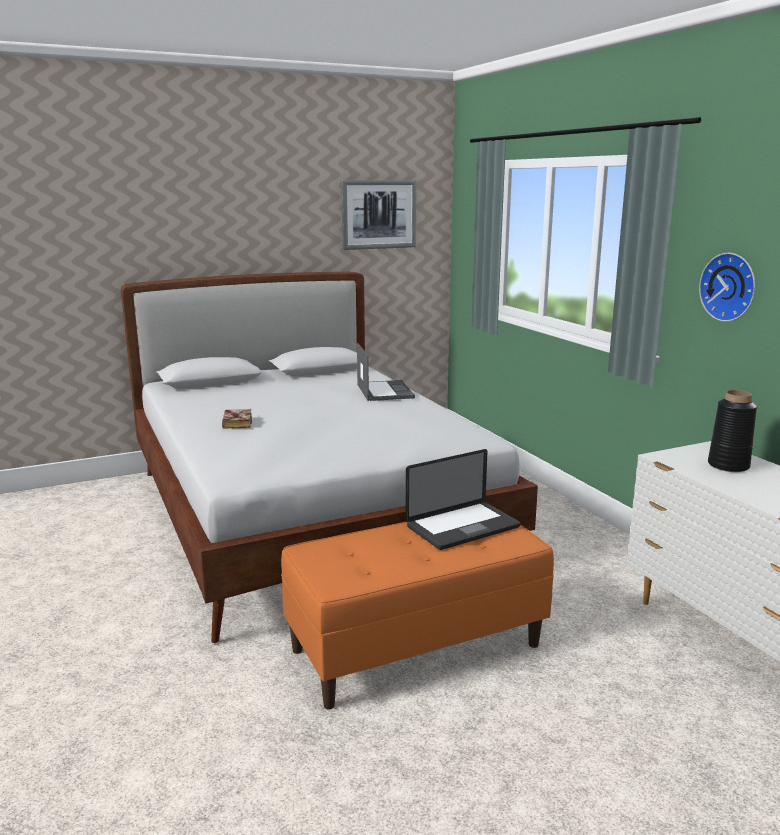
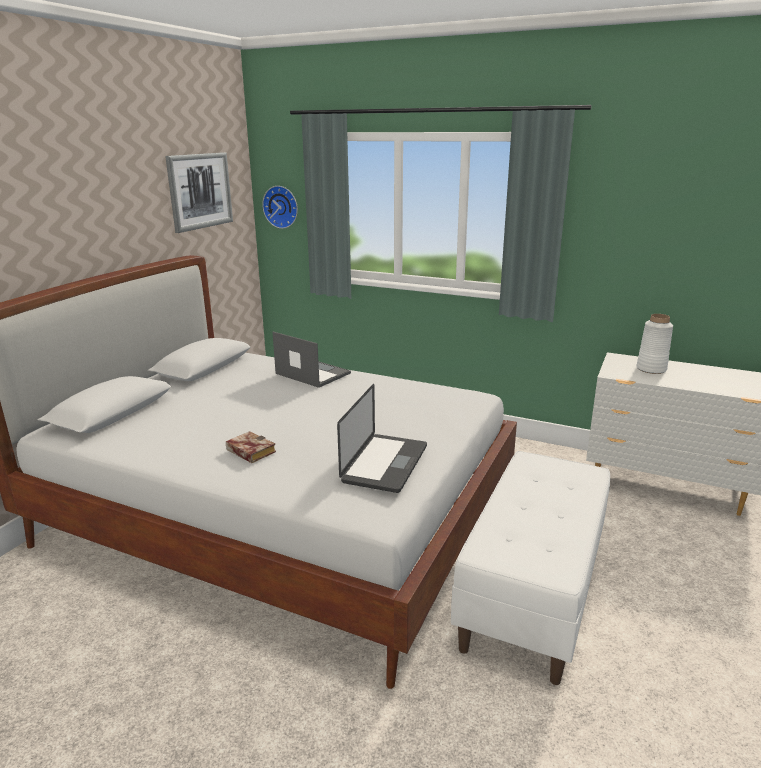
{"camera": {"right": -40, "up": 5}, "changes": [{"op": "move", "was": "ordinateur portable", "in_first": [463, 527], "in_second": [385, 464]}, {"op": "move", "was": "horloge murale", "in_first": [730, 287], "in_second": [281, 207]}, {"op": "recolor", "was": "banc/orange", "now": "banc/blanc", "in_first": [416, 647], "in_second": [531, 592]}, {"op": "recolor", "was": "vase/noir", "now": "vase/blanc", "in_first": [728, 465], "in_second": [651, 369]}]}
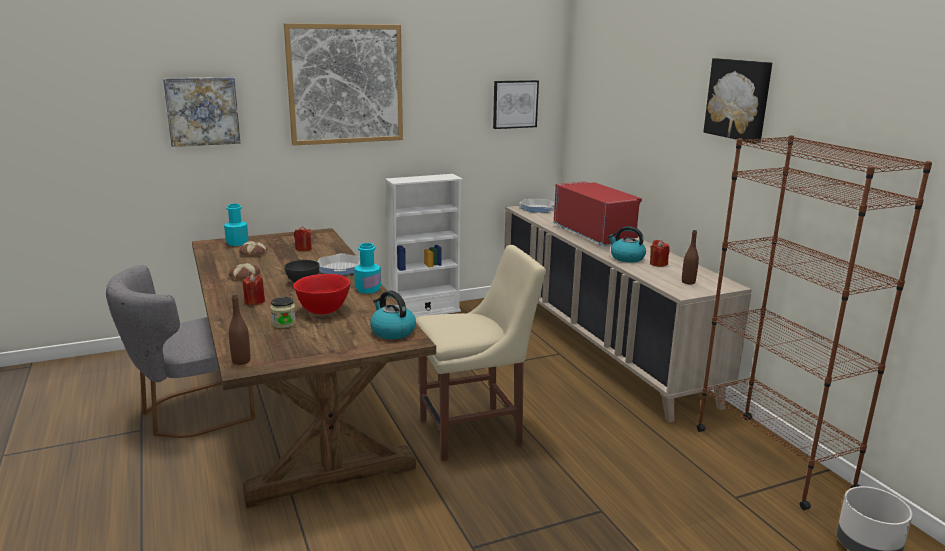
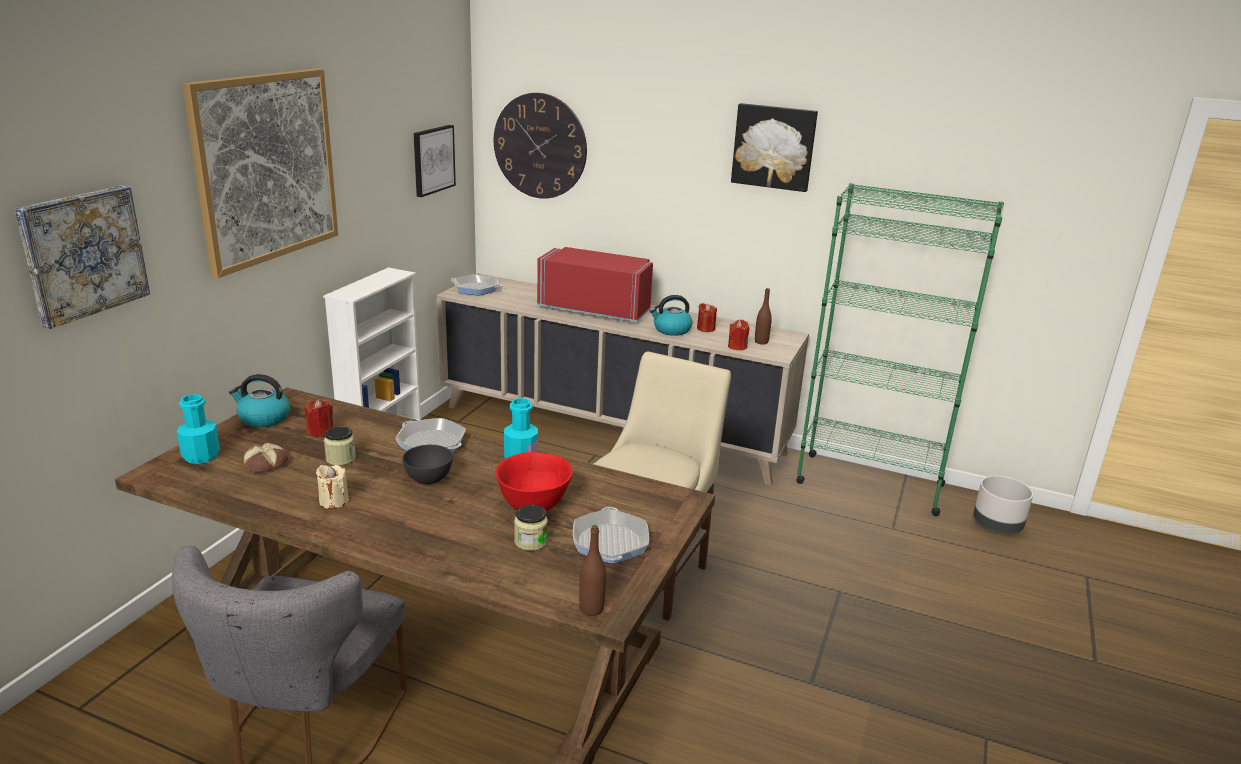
{"camera": {"right": -45, "up": 5}, "changes": [{"op": "insert", "now": "bocal", "in_second": [340, 459]}, {"op": "insert", "now": "horloge murale", "in_second": [540, 146]}, {"op": "insert", "now": "poêle", "in_second": [610, 542]}, {"op": "move", "was": "bougie/rouge", "in_first": [254, 301], "in_second": [737, 347]}, {"op": "move", "was": "bouilloire", "in_first": [392, 331], "in_second": [263, 418]}, {"op": "replace", "was": "pain", "now": "bougie/beige", "in_first": [244, 276], "in_second": [334, 501]}, {"op": "recolor", "was": "bibliothèque/marron", "now": "bibliothèque/vert", "in_first": [772, 458], "in_second": [868, 483]}]}
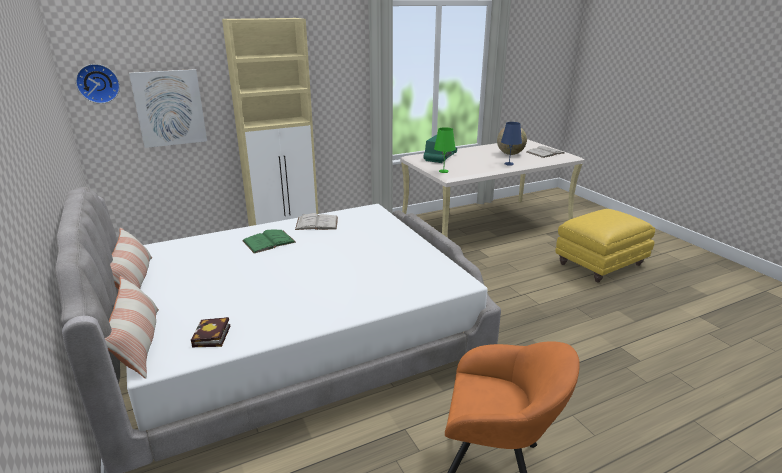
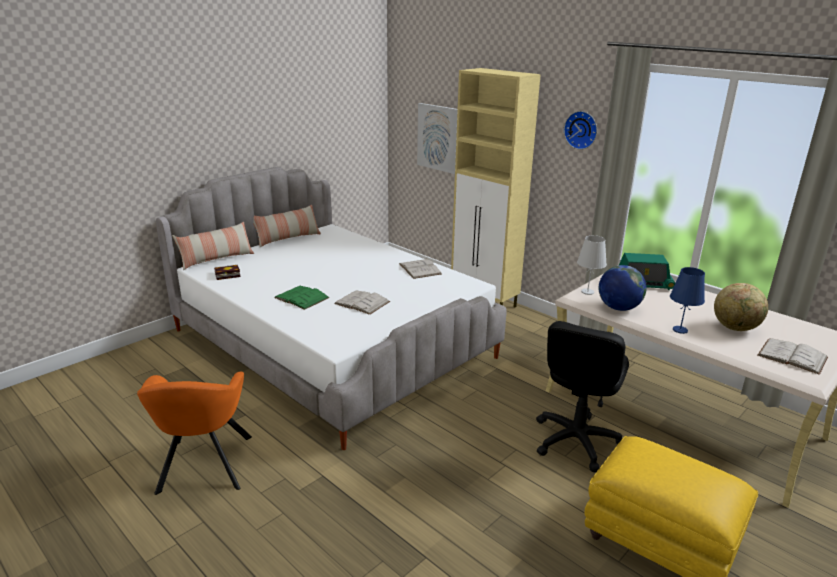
{"camera": {"right": 70, "up": 0}, "changes": [{"op": "insert", "now": "livre/blanc", "in_second": [362, 302]}, {"op": "insert", "now": "chaise de bureau/noir", "in_second": [576, 441]}, {"op": "insert", "now": "globe", "in_second": [618, 308]}, {"op": "move", "was": "horloge murale", "in_first": [98, 83], "in_second": [581, 130]}, {"op": "move", "was": "livre/vert", "in_first": [269, 241], "in_second": [301, 297]}, {"op": "recolor", "was": "lampe de table/vert", "now": "lampe de table/blanc", "in_first": [443, 171], "in_second": [587, 292]}]}
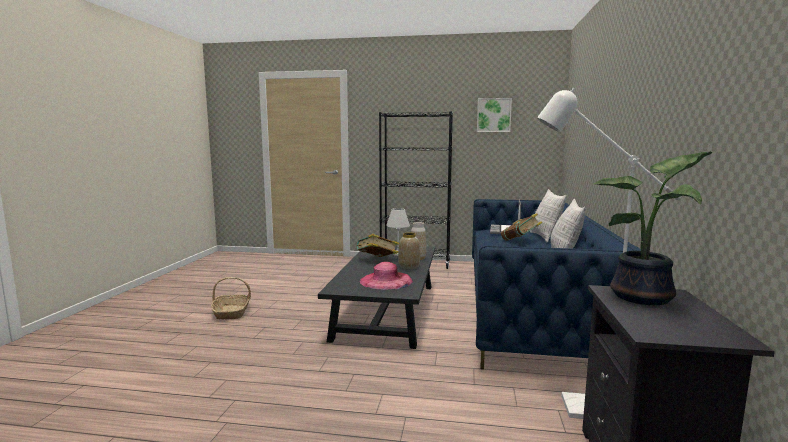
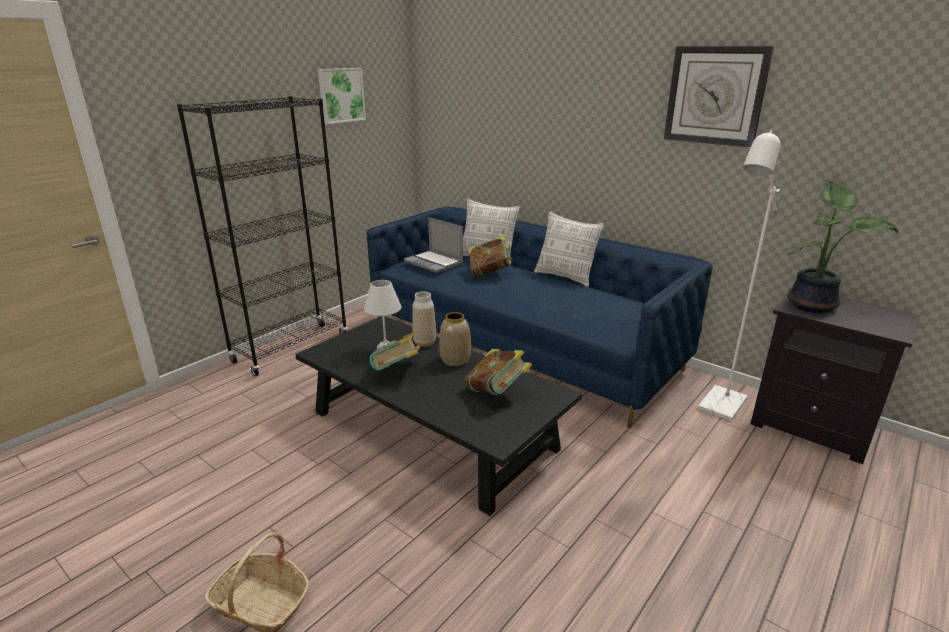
{"camera": {"right": -60, "up": 15}, "changes": [{"op": "insert", "now": "horloge murale", "in_second": [715, 96]}, {"op": "replace", "was": "chapeau/rose", "now": "livre", "in_first": [386, 281], "in_second": [497, 392]}]}
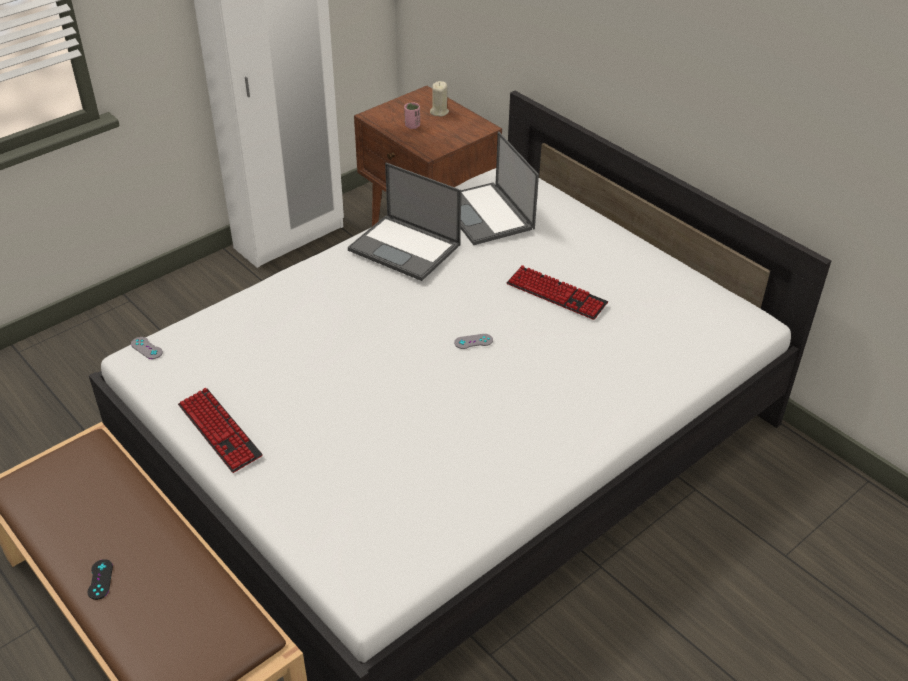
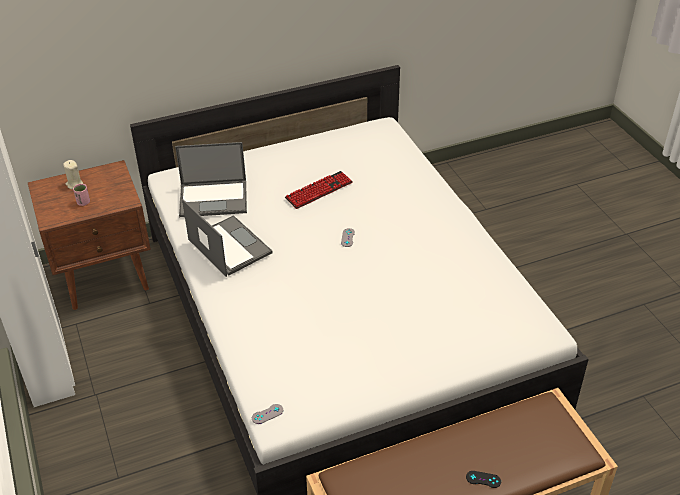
{"camera": {"right": -70, "up": 0}, "changes": [{"op": "delete", "was": "clavier", "in_first": [219, 431]}, {"op": "rotate", "was": "ordinateur portable", "in_first": [406, 248], "in_second": [228, 246], "clockwise": -90}]}
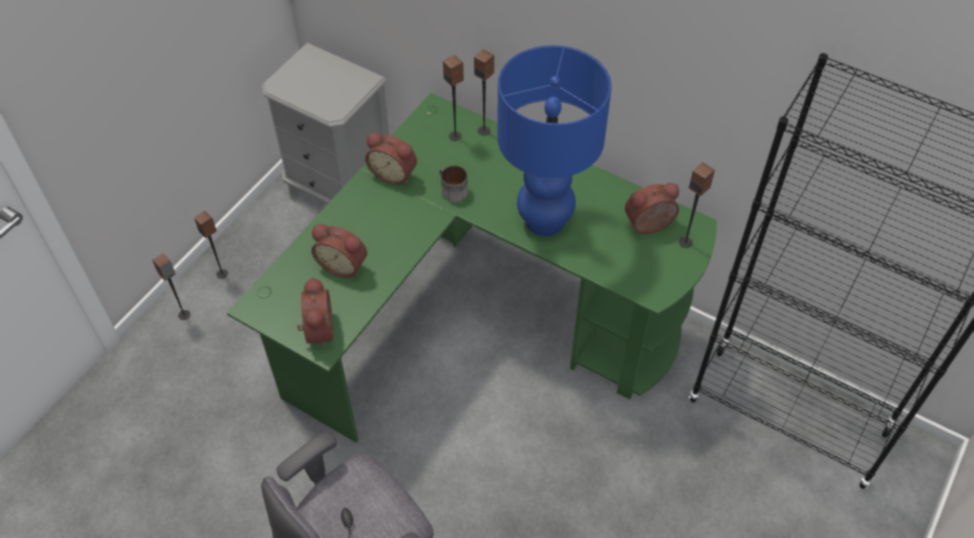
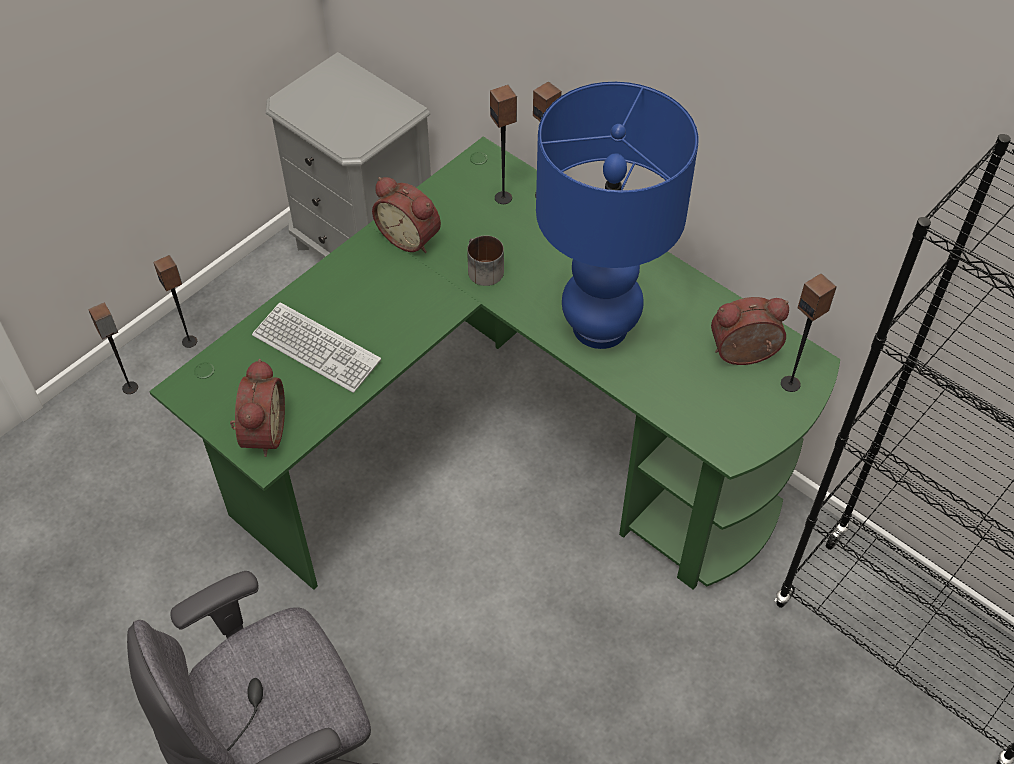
{"camera": {"right": 10, "up": 0}, "changes": [{"op": "replace", "was": "réveil", "now": "clavier", "in_first": [343, 264], "in_second": [316, 349]}]}
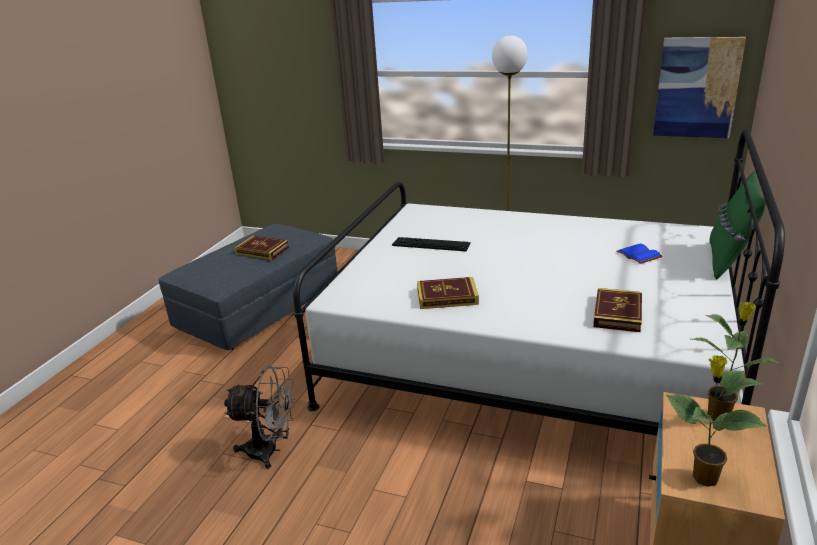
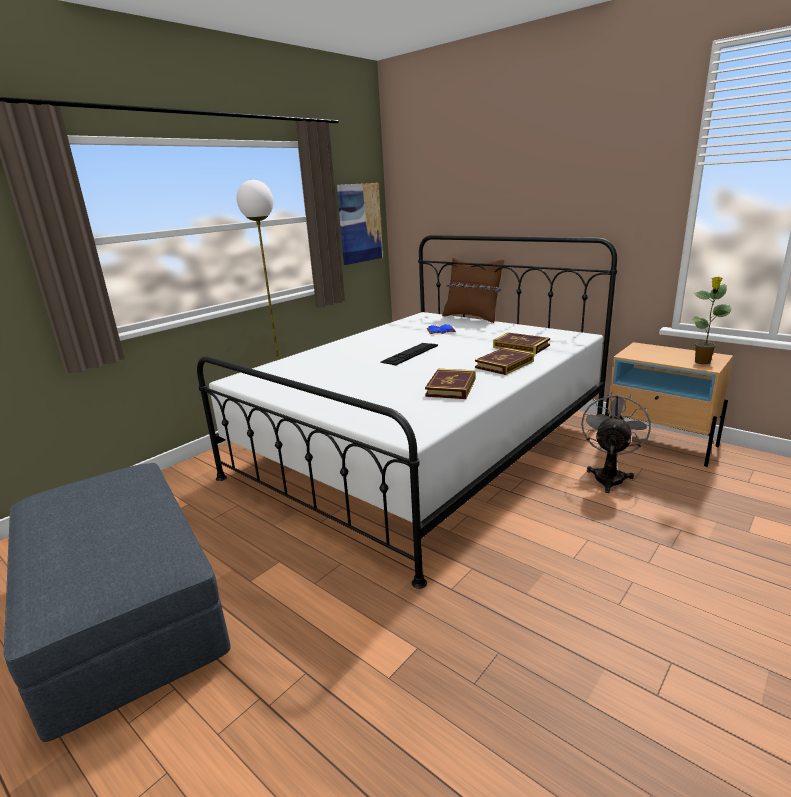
{"camera": {"right": -70, "up": -5}, "changes": [{"op": "delete", "was": "plante en pot", "in_first": [719, 415]}, {"op": "move", "was": "ventilateur/gris", "in_first": [270, 450], "in_second": [609, 476]}, {"op": "move", "was": "livre", "in_first": [262, 250], "in_second": [504, 364]}, {"op": "move", "was": "clavier", "in_first": [431, 244], "in_second": [410, 353]}, {"op": "recolor", "was": "coussin/vert", "now": "coussin/marron", "in_first": [728, 261], "in_second": [472, 317]}]}
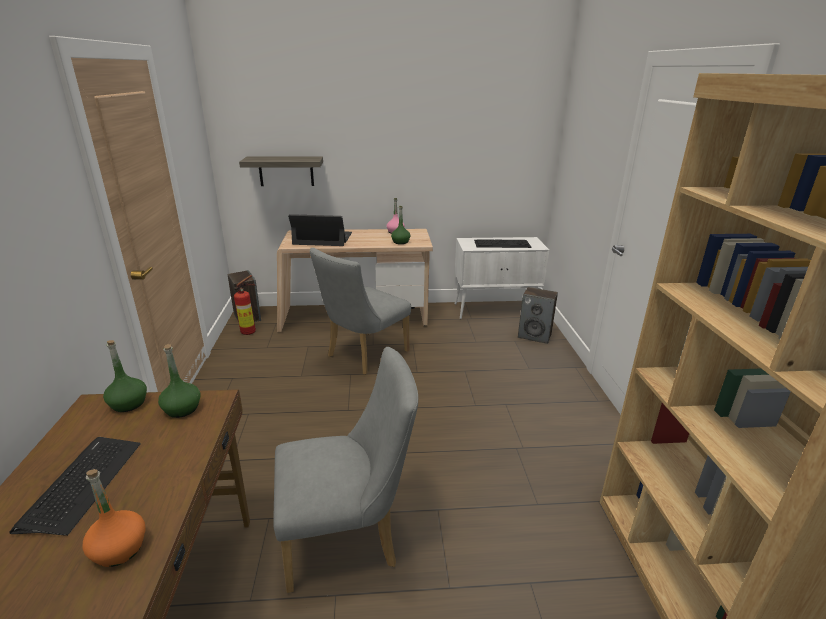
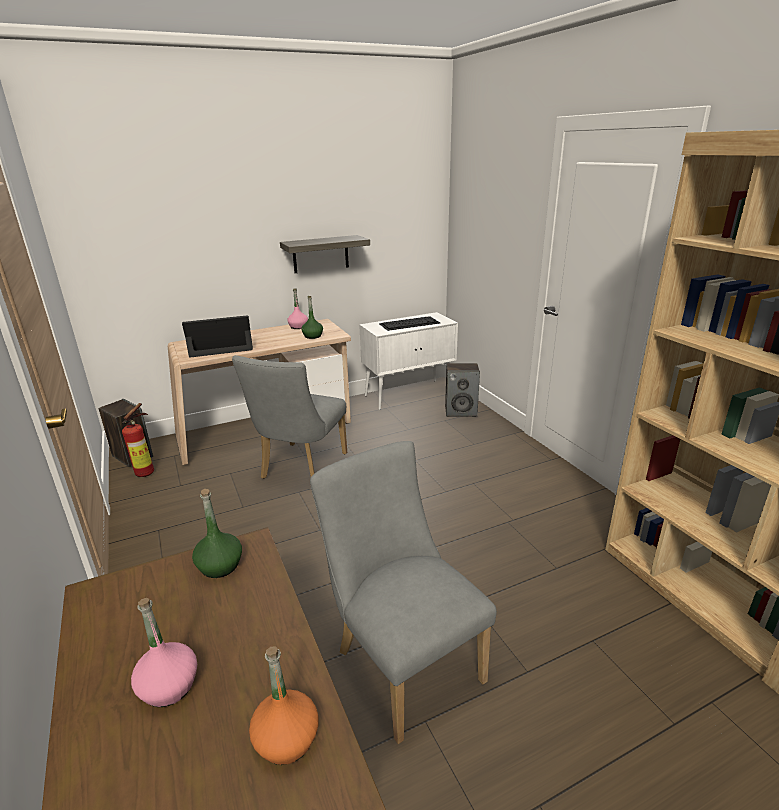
{"camera": {"right": -20, "up": 0}, "changes": [{"op": "delete", "was": "bouteille/vert", "in_first": [129, 403]}, {"op": "move", "was": "étagère", "in_first": [286, 171], "in_second": [320, 254]}, {"op": "replace", "was": "clavier", "now": "bouteille/rose", "in_first": [82, 484], "in_second": [169, 686]}, {"op": "rotate", "was": "chaise/gris", "in_first": [348, 538], "in_second": [402, 659], "clockwise": -90}]}
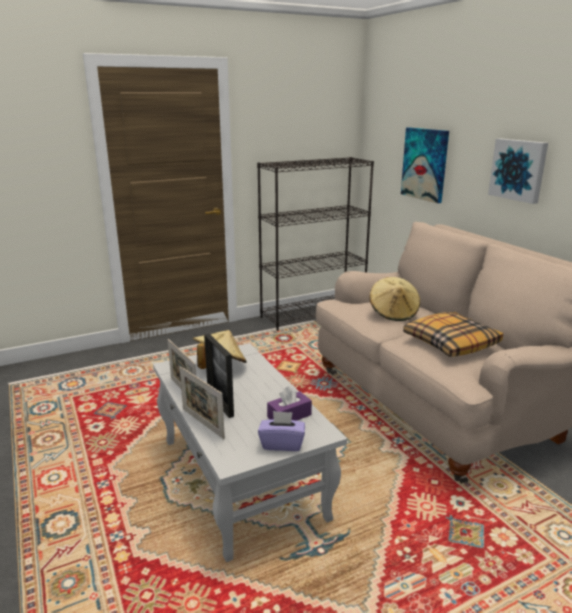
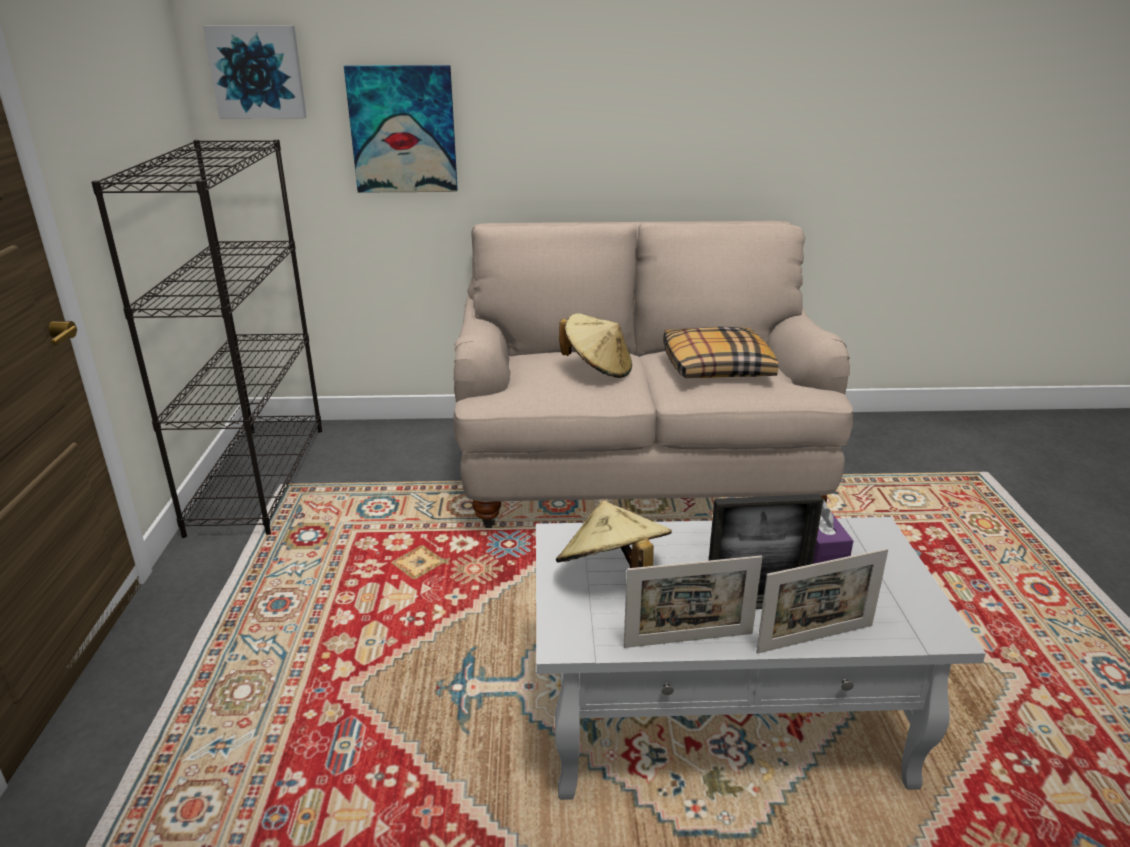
{"camera": {"right": -65, "up": 5}, "changes": [{"op": "delete", "was": "boîte à mouchoirs/violet", "in_first": [282, 444]}, {"op": "move", "was": "tableau", "in_first": [518, 170], "in_second": [257, 72]}]}
